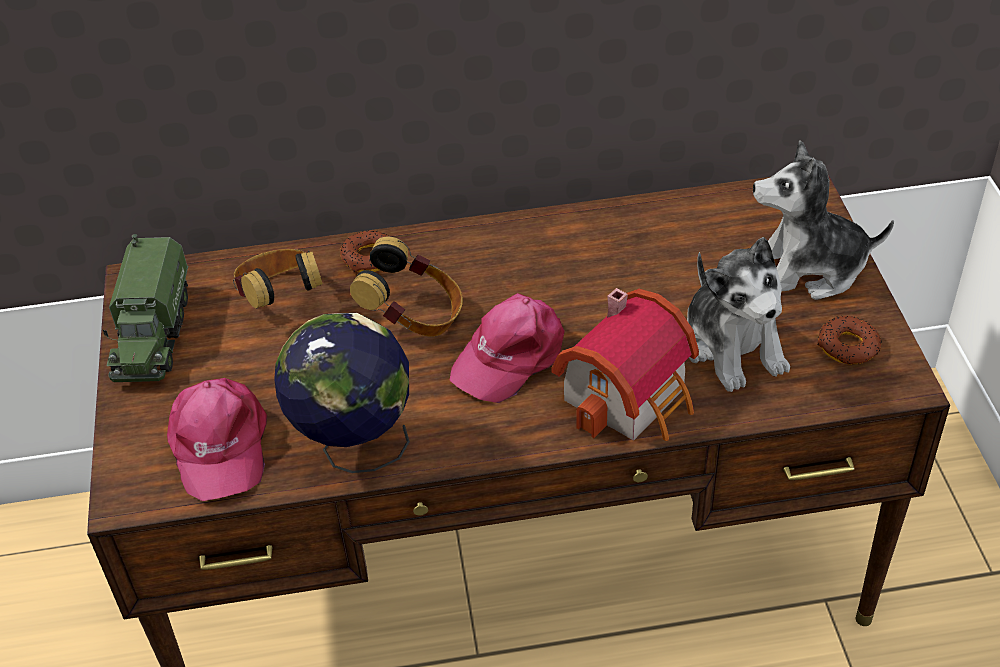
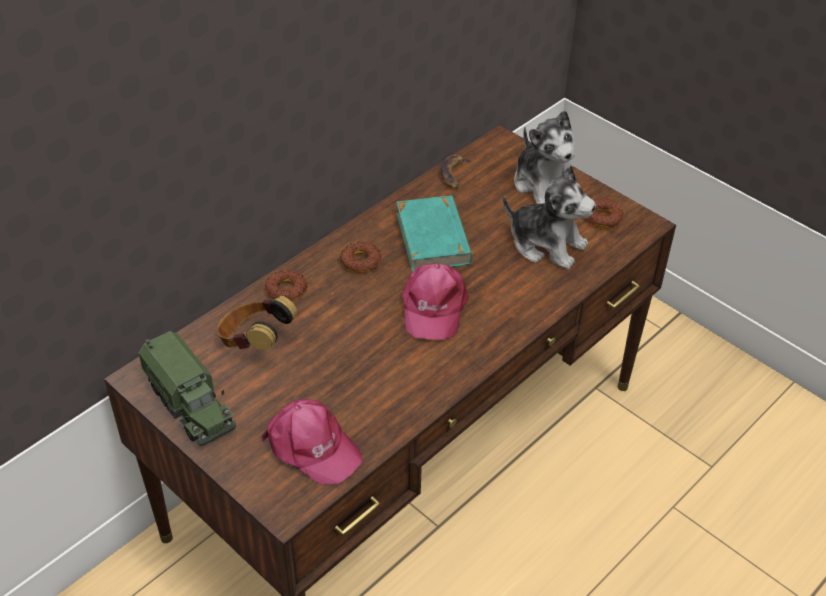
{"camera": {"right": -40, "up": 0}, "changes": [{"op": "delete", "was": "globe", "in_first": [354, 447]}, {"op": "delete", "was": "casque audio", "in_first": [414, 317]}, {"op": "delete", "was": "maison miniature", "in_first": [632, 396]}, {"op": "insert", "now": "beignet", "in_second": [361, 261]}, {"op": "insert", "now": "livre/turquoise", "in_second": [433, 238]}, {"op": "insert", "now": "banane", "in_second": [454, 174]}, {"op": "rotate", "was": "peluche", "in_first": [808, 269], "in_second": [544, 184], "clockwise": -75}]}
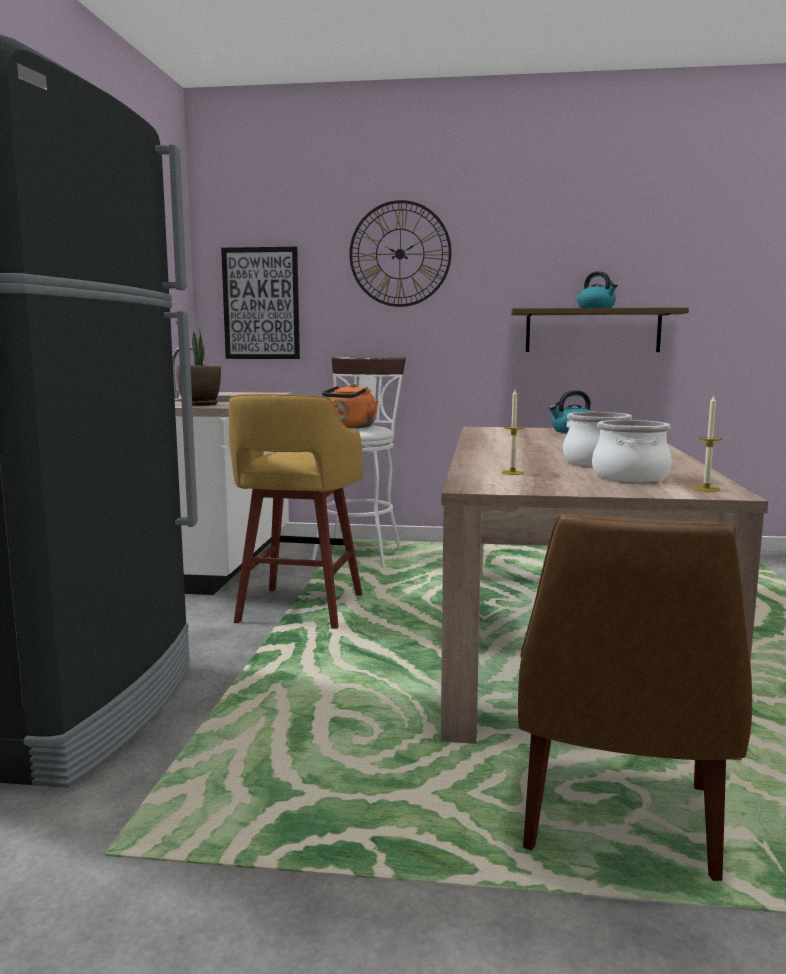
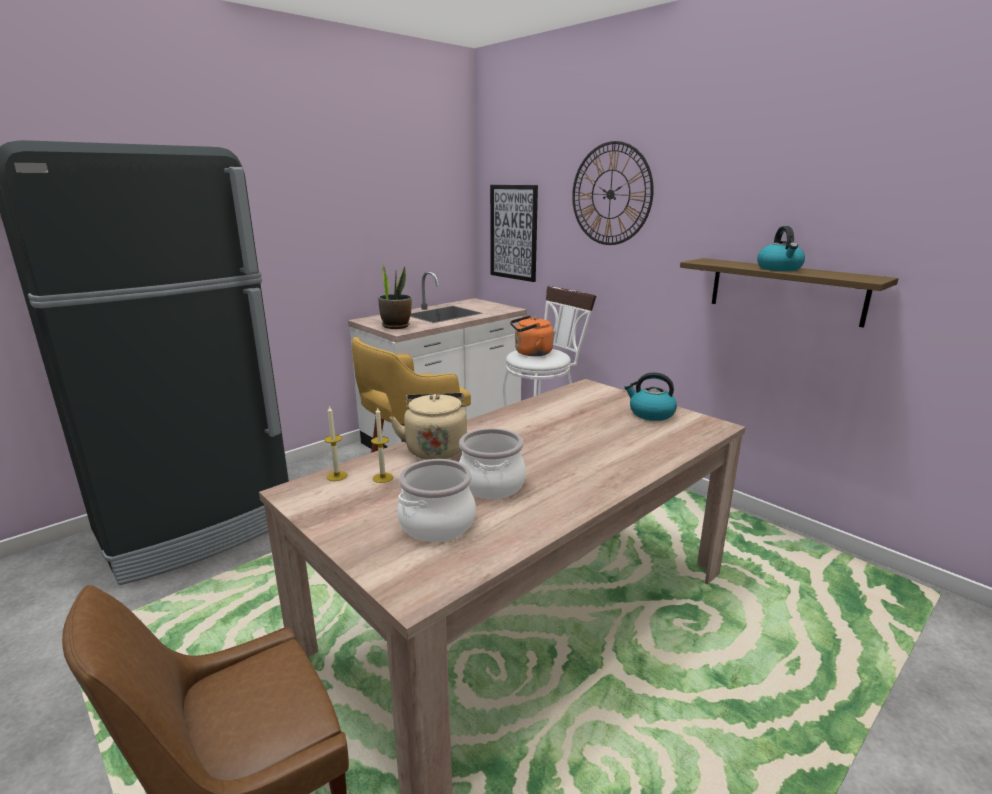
{"camera": {"right": 40, "up": 10}, "changes": [{"op": "insert", "now": "bouilloire/beige", "in_second": [435, 448]}, {"op": "move", "was": "bougie", "in_first": [706, 489], "in_second": [337, 476]}]}
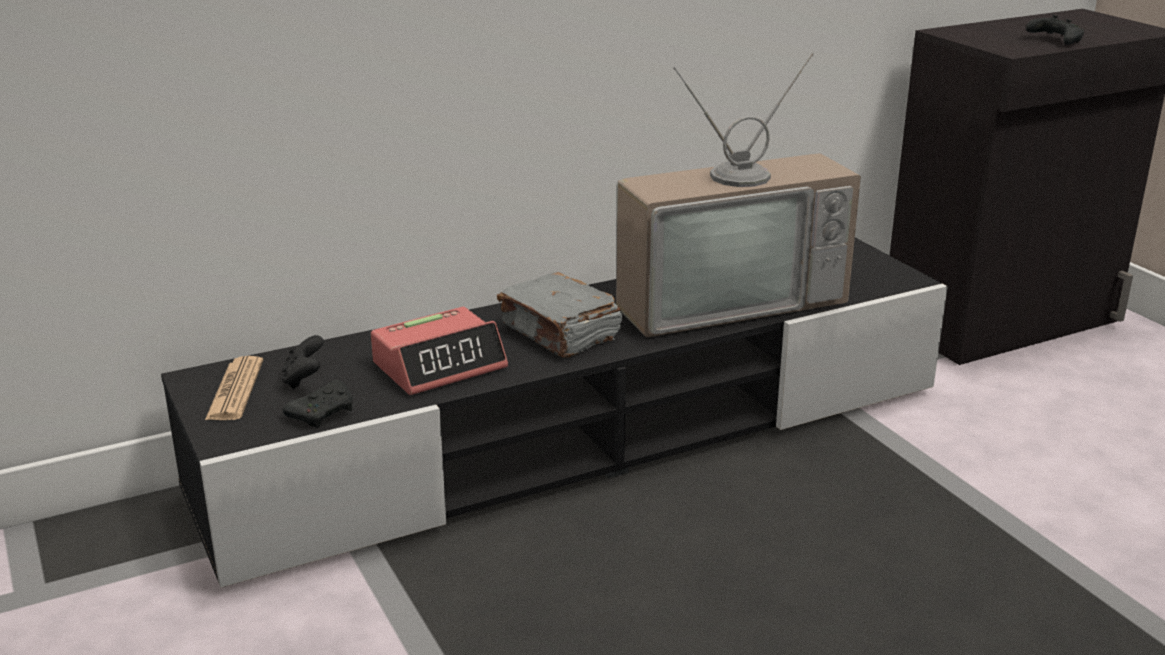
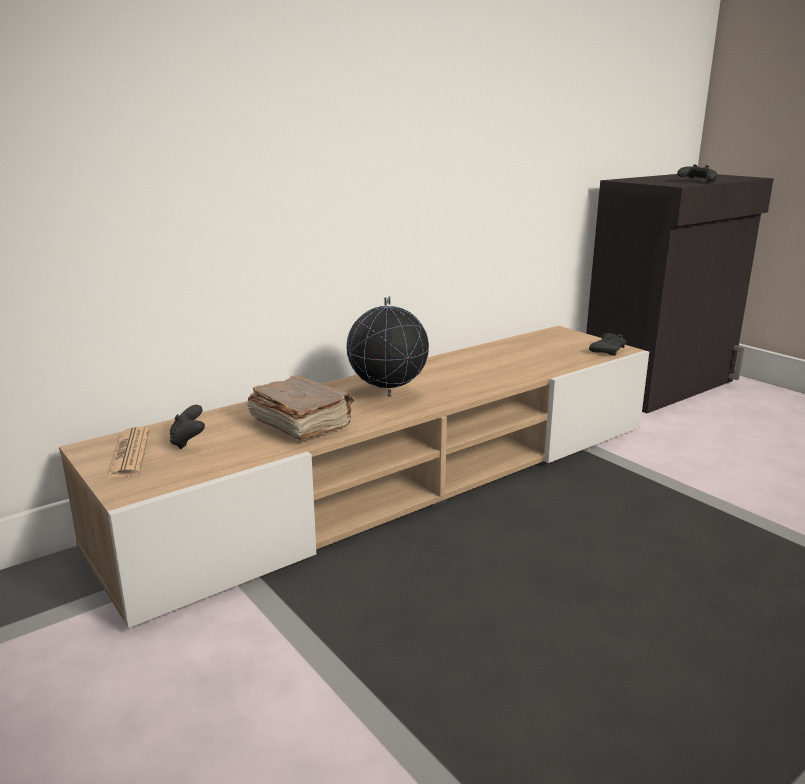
{"camera": {"right": -10, "up": -5}, "changes": [{"op": "delete", "was": "téléviseur", "in_first": [726, 298]}, {"op": "move", "was": "manette/noir", "in_first": [323, 413], "in_second": [608, 350]}, {"op": "replace", "was": "réveil", "now": "livre/marron", "in_first": [440, 365], "in_second": [300, 424]}, {"op": "replace", "was": "livre/gris", "now": "globe", "in_first": [560, 333], "in_second": [387, 396]}, {"op": "recolor", "was": "meuble télé/noir", "now": "meuble télé/beige", "in_first": [584, 439], "in_second": [403, 482]}]}
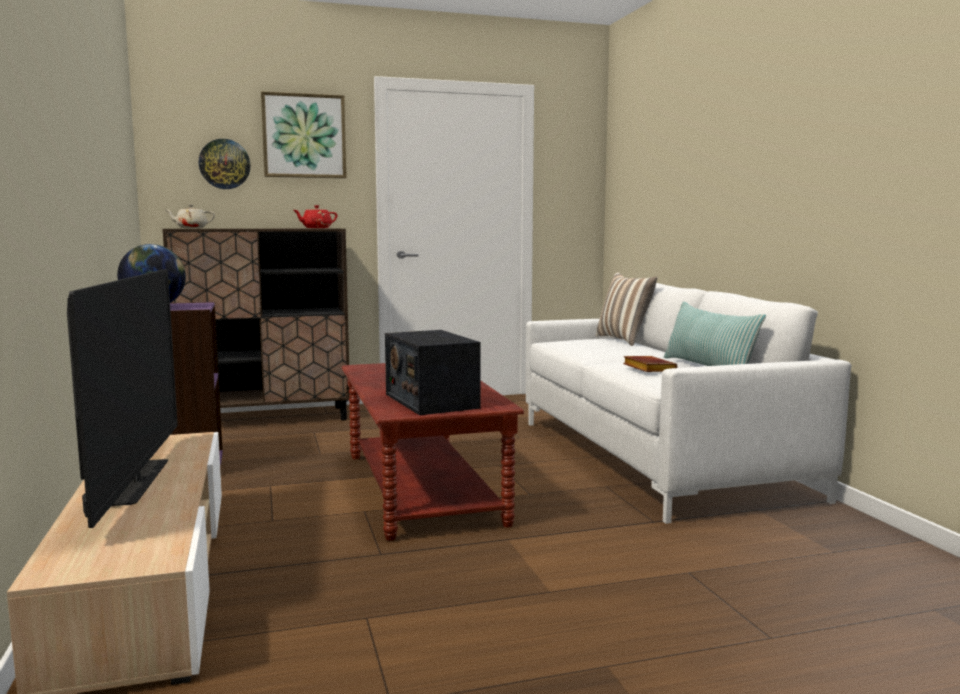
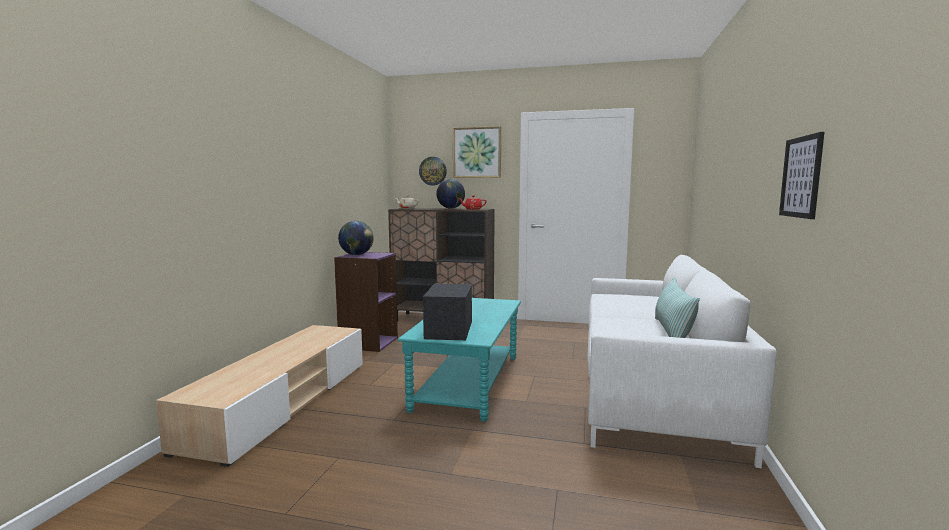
{"camera": {"right": 30, "up": 0}, "changes": [{"op": "delete", "was": "téléviseur", "in_first": [139, 482]}, {"op": "delete", "was": "coussin", "in_first": [624, 340]}, {"op": "delete", "was": "livre/marron", "in_first": [647, 369]}, {"op": "insert", "now": "globe", "in_second": [451, 208]}, {"op": "insert", "now": "tableau", "in_second": [801, 177]}, {"op": "recolor", "was": "table basse/marron", "now": "table basse/turquoise", "in_first": [422, 488], "in_second": [468, 382]}]}
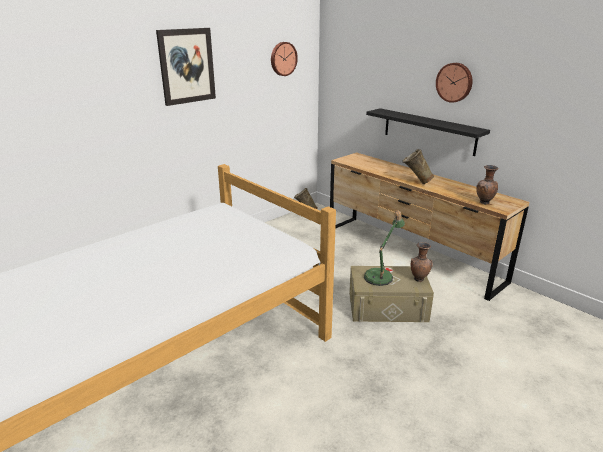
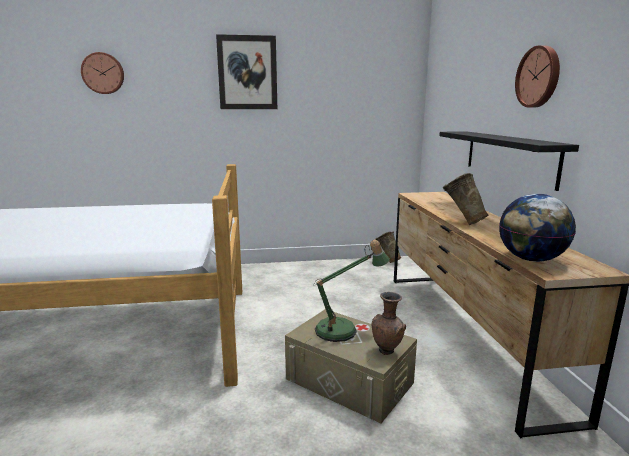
{"camera": {"right": 35, "up": -10}, "changes": [{"op": "move", "was": "horloge murale", "in_first": [283, 59], "in_second": [103, 73]}, {"op": "replace", "was": "vase/marron", "now": "globe", "in_first": [484, 203], "in_second": [530, 259]}]}
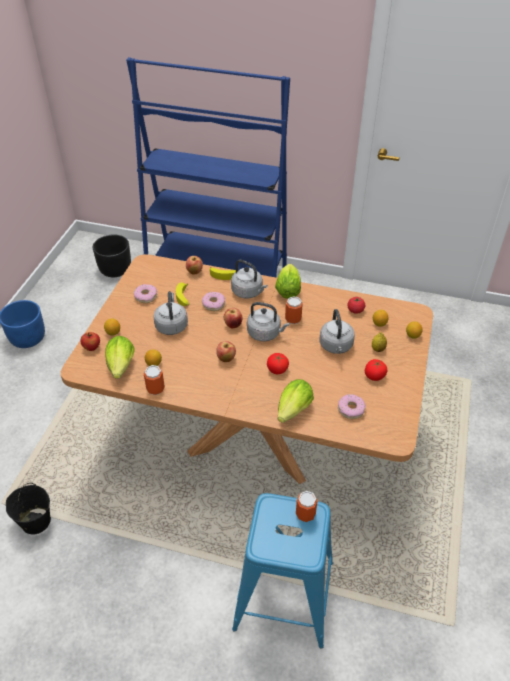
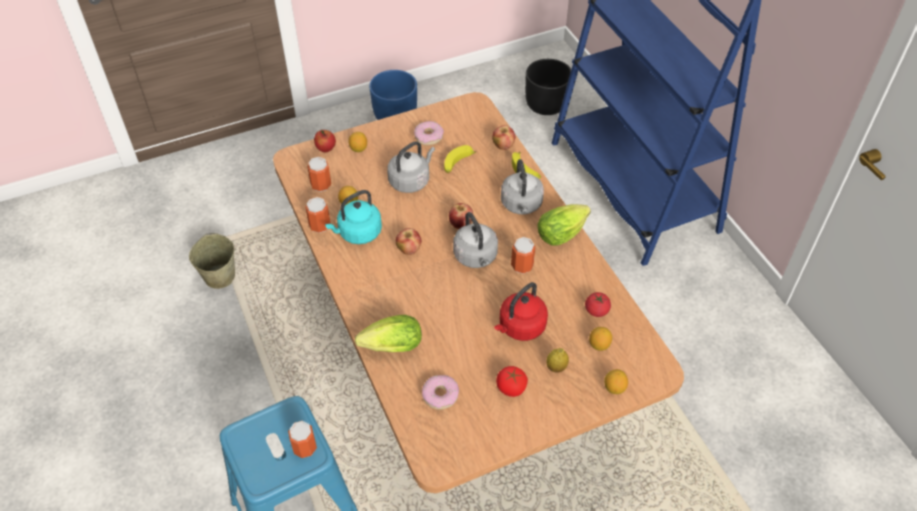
{"camera": {"right": 50, "up": 5}, "changes": [{"op": "delete", "was": "beignet", "in_first": [214, 304]}, {"op": "delete", "was": "tomate", "in_first": [277, 369]}, {"op": "insert", "now": "bouilloire/turquoise", "in_second": [358, 233]}, {"op": "replace", "was": "laitue", "now": "boîte métallique", "in_first": [121, 368], "in_second": [321, 185]}, {"op": "recolor", "was": "seau/noir", "now": "seau/beige", "in_first": [35, 521], "in_second": [219, 276]}, {"op": "recolor", "was": "bouilloire/gris", "now": "bouilloire/rouge", "in_first": [336, 346], "in_second": [520, 327]}]}
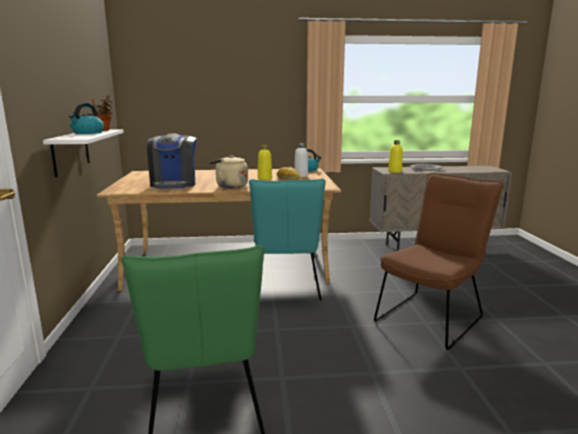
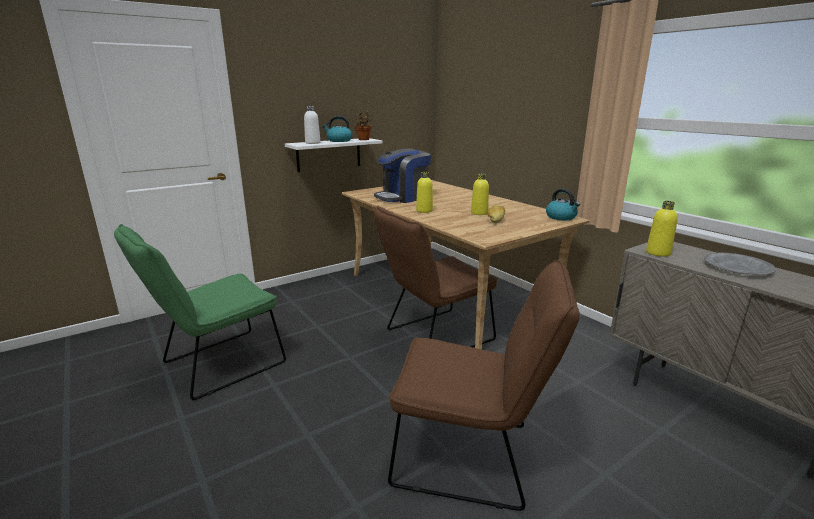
{"camera": {"right": 60, "up": 5}, "changes": [{"op": "move", "was": "bouteille/blanc", "in_first": [301, 176], "in_second": [312, 143]}, {"op": "replace", "was": "bouilloire/beige", "now": "bouteille/jaune", "in_first": [229, 186], "in_second": [424, 210]}, {"op": "recolor", "was": "chaise/turquoise", "now": "chaise/marron", "in_first": [286, 289], "in_second": [433, 337]}]}
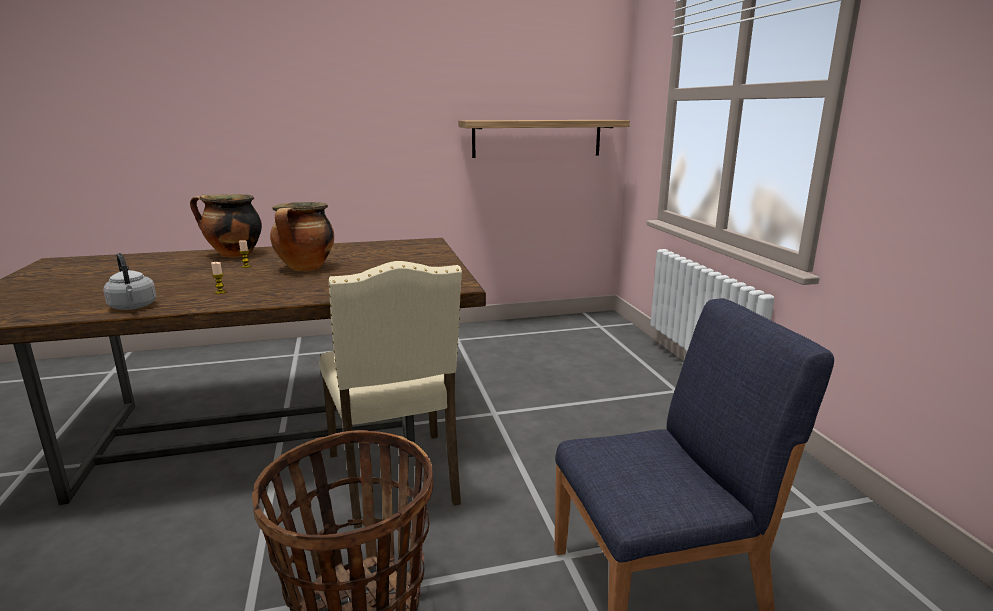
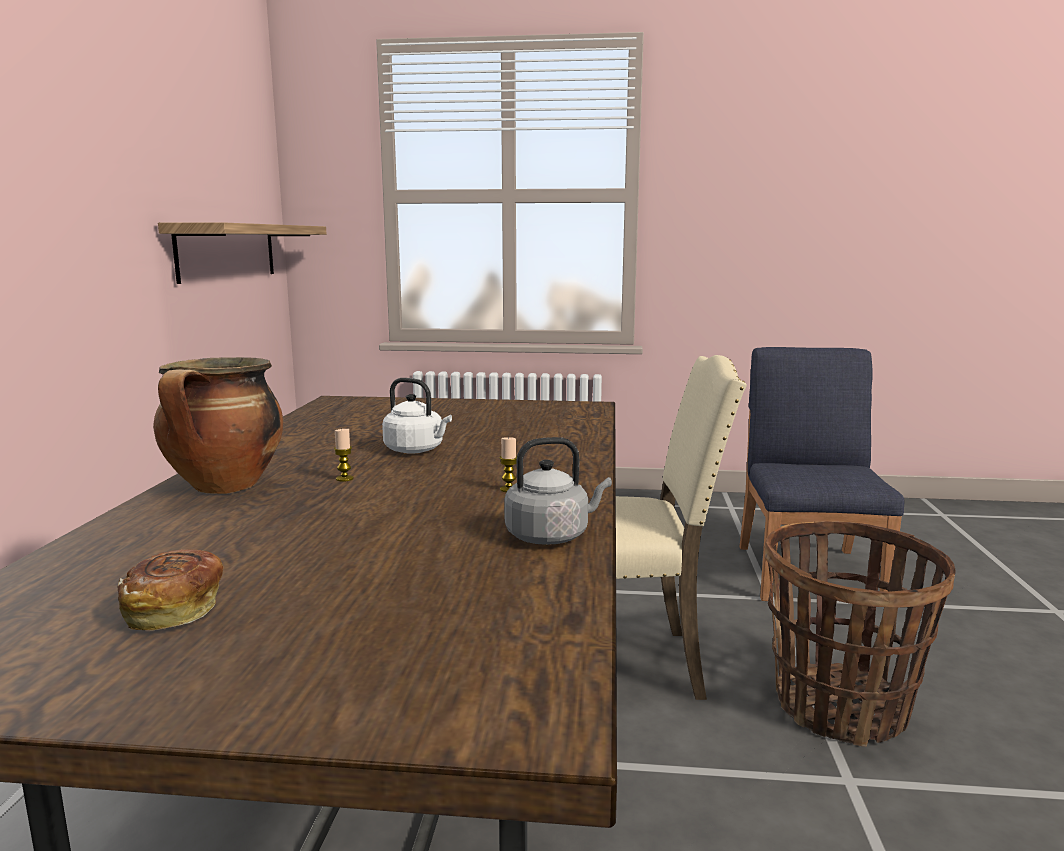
{"camera": {"right": -70, "up": -5}, "changes": [{"op": "insert", "now": "pain", "in_second": [175, 610]}, {"op": "replace", "was": "marmite", "now": "bouilloire/blanc", "in_first": [306, 268], "in_second": [416, 450]}]}
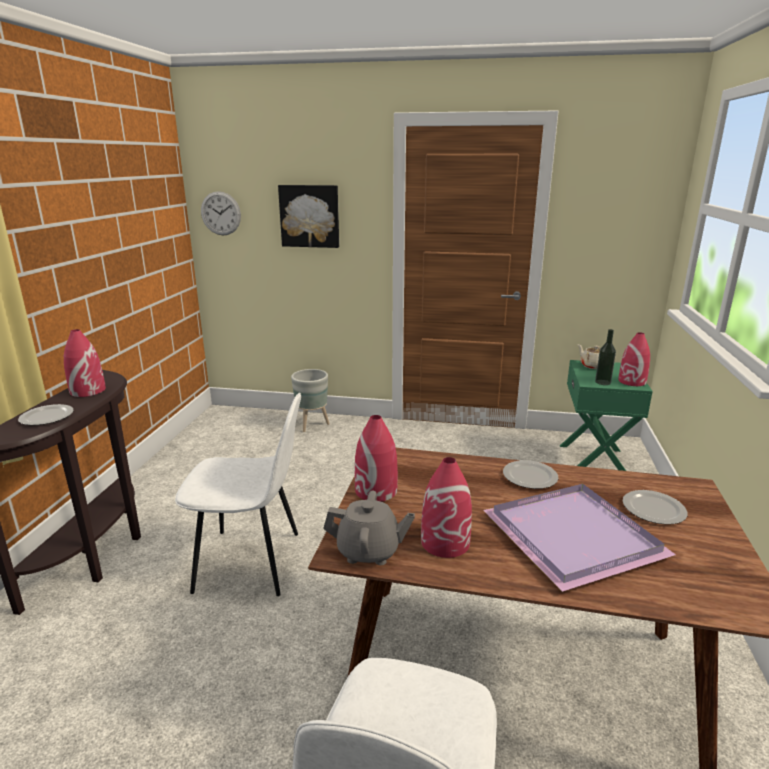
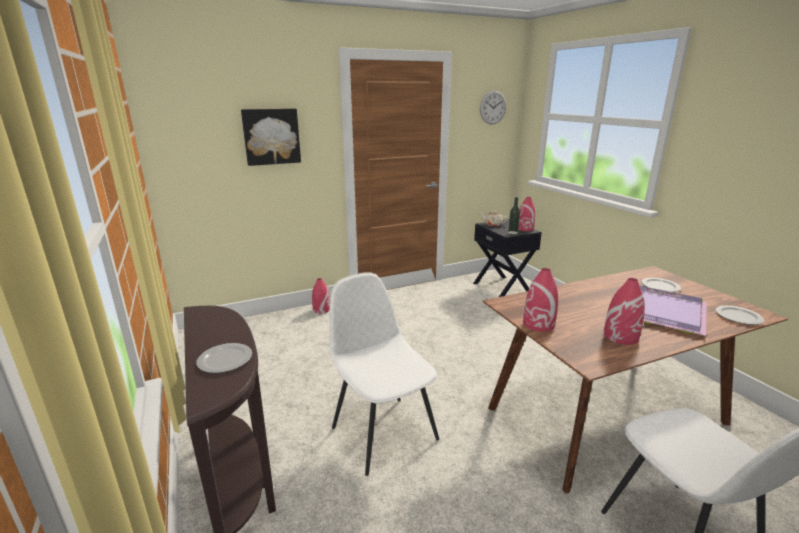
{"camera": {"right": -35, "up": 0}, "changes": [{"op": "delete", "was": "cache-pot/gris", "in_first": [312, 425]}, {"op": "delete", "was": "théière/gris", "in_first": [369, 551]}, {"op": "move", "was": "vase/rouge", "in_first": [87, 390], "in_second": [321, 309]}, {"op": "move", "was": "horloge murale", "in_first": [220, 213], "in_second": [493, 107]}, {"op": "move", "was": "assiette", "in_first": [530, 477], "in_second": [739, 317]}, {"op": "recolor", "was": "table de chevet/vert", "now": "table de chevet/noir", "in_first": [595, 463], "in_second": [502, 287]}, {"op": "rotate", "was": "chaise/blanc", "in_first": [251, 562], "in_second": [383, 431], "clockwise": -90}]}
